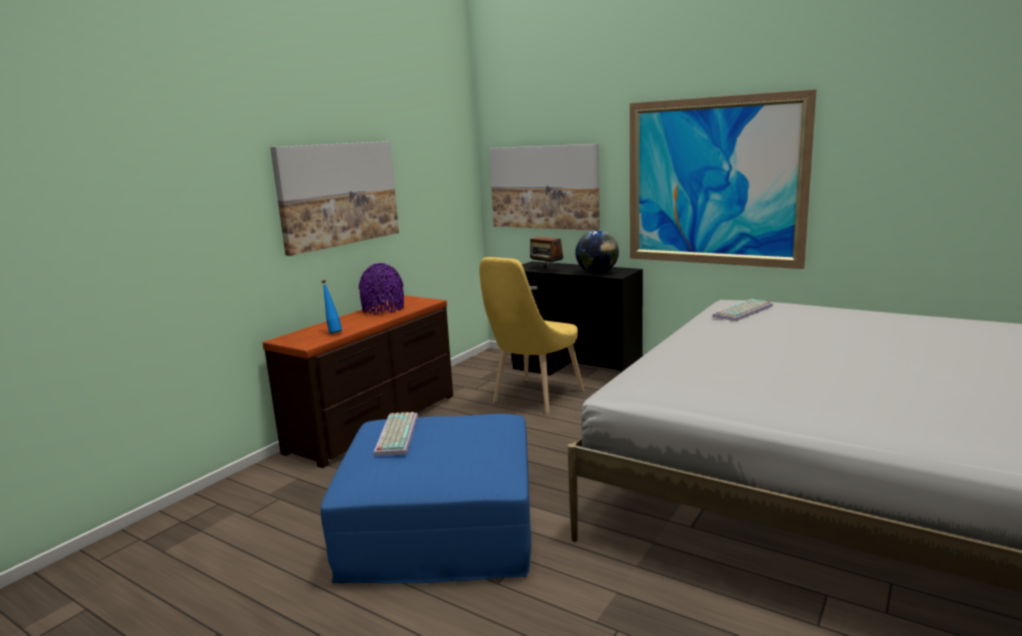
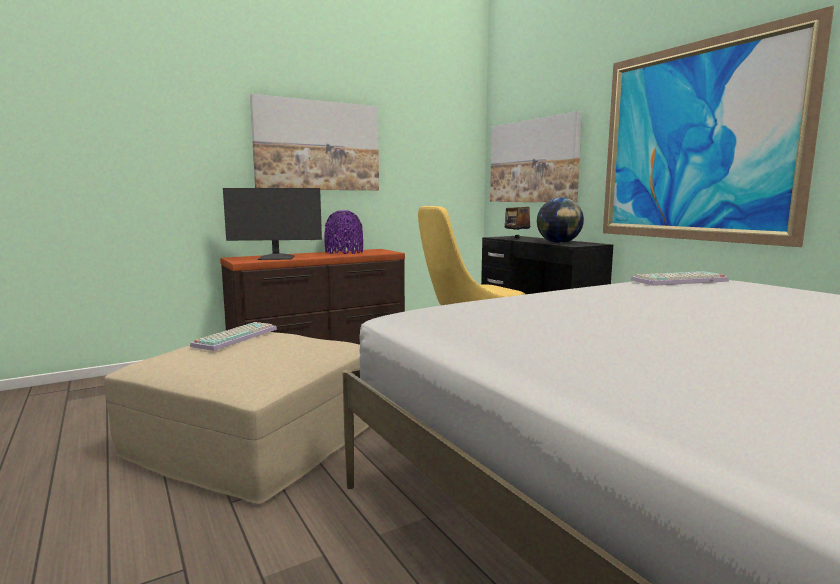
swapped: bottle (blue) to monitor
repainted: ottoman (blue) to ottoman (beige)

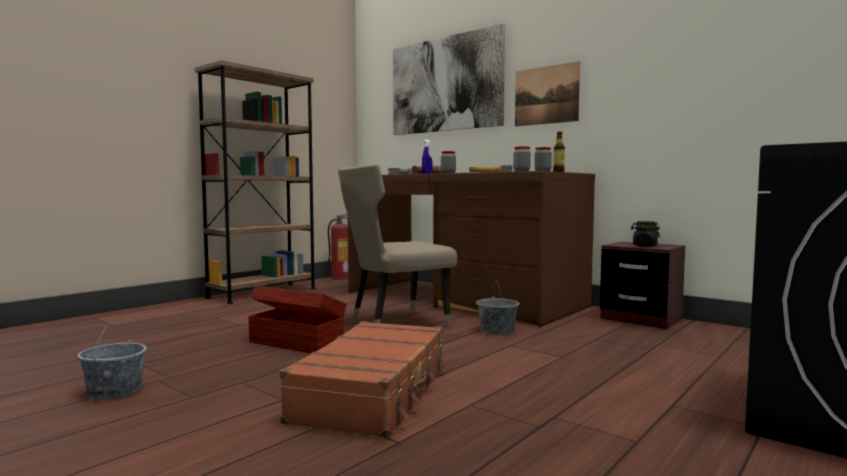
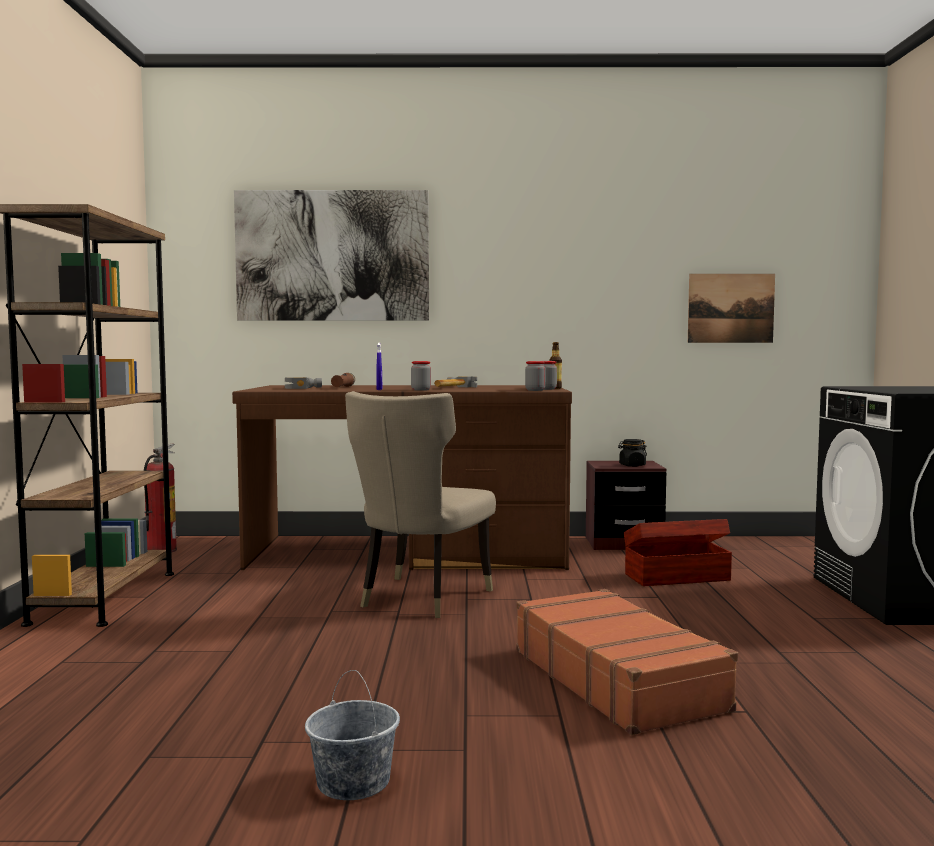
gone: bucket (grey) (no. 2 from left)
shifted: picture (no. 2 from left); storage box (brown)

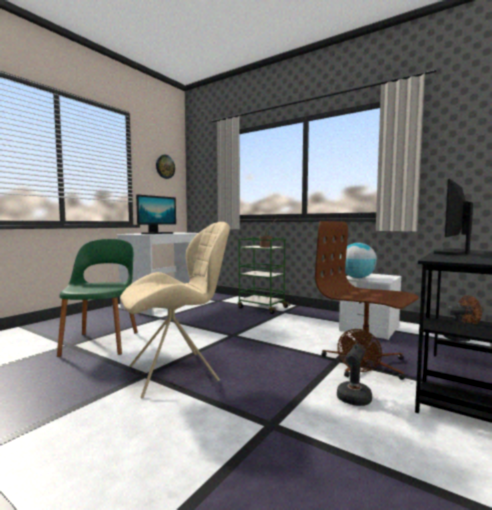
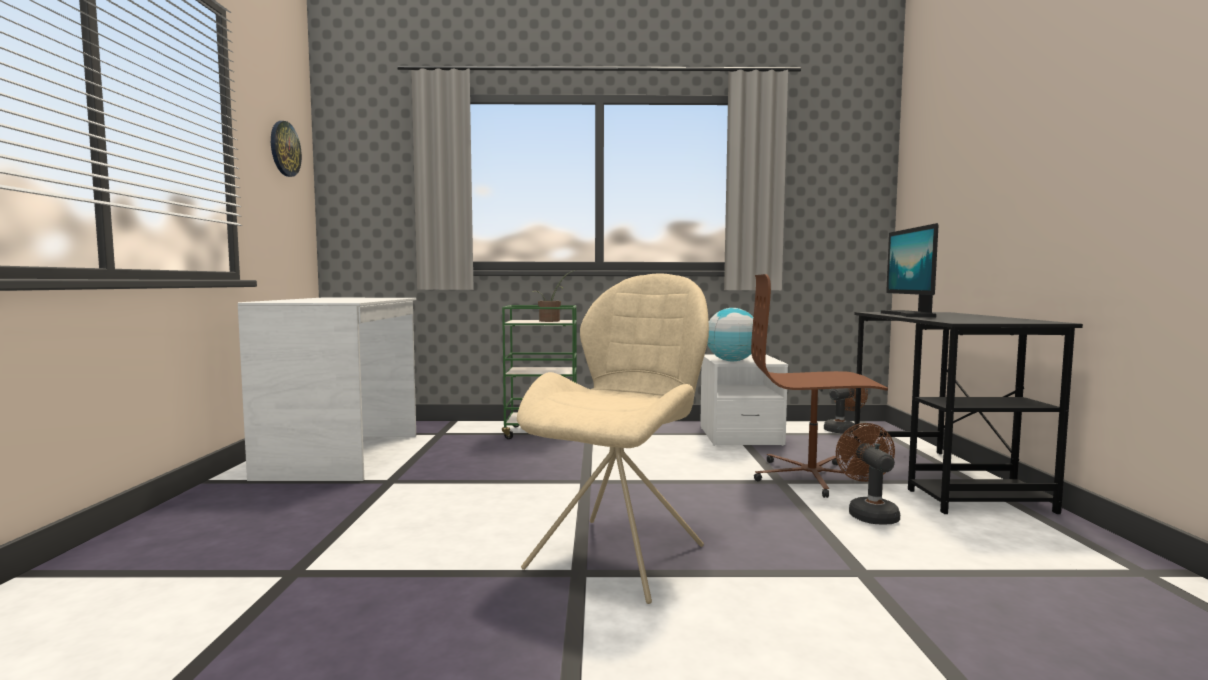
gone: monitor (no. 1 from left); chair (green)

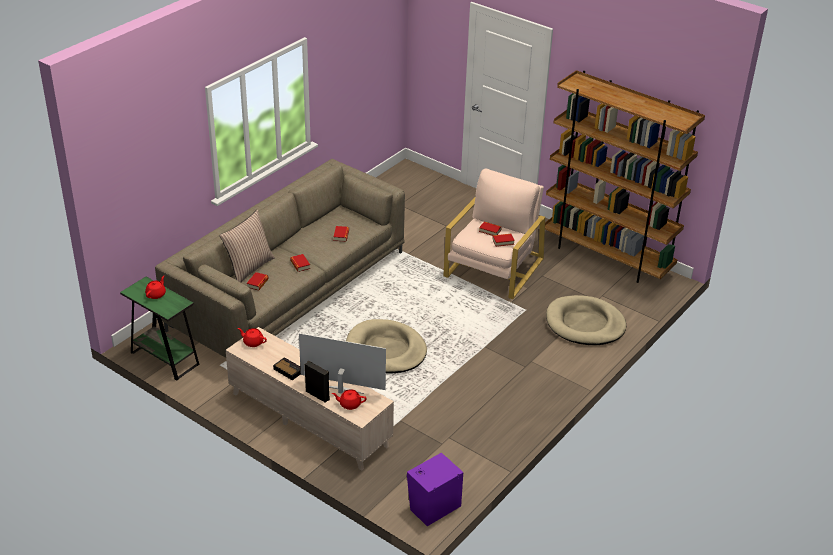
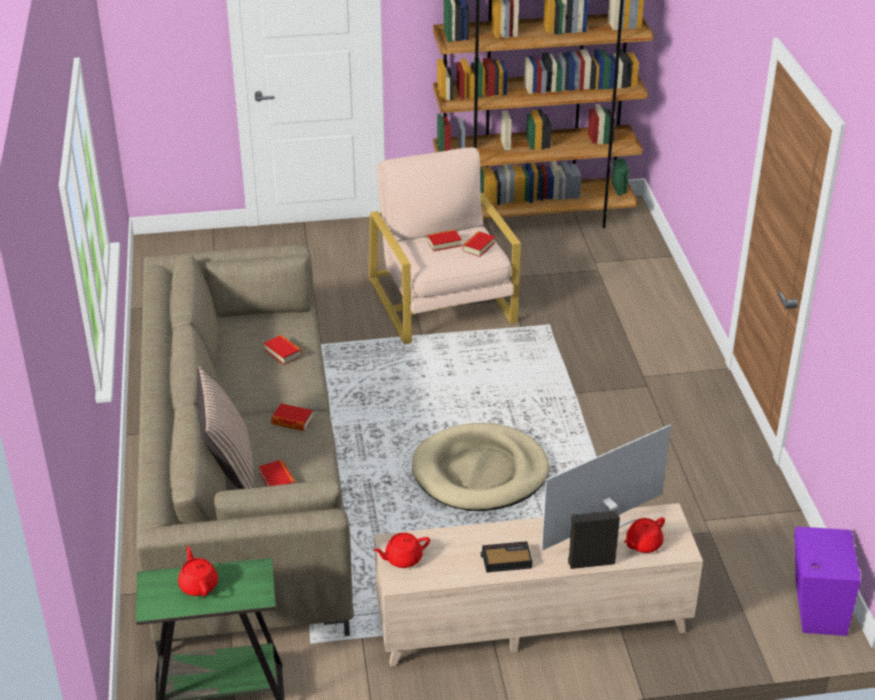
gone: dog bed (beige) (no. 2 from left)

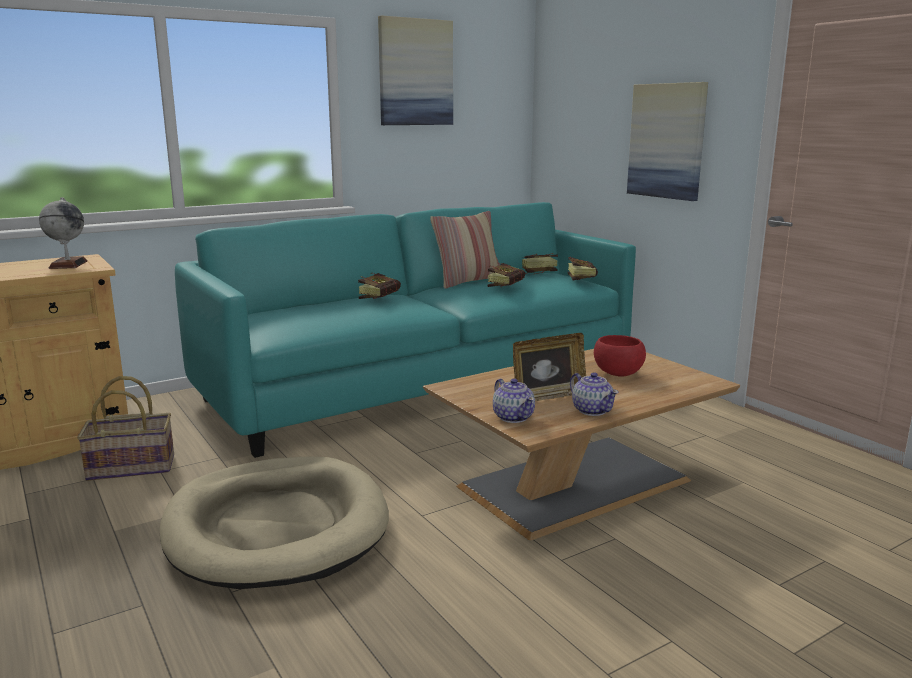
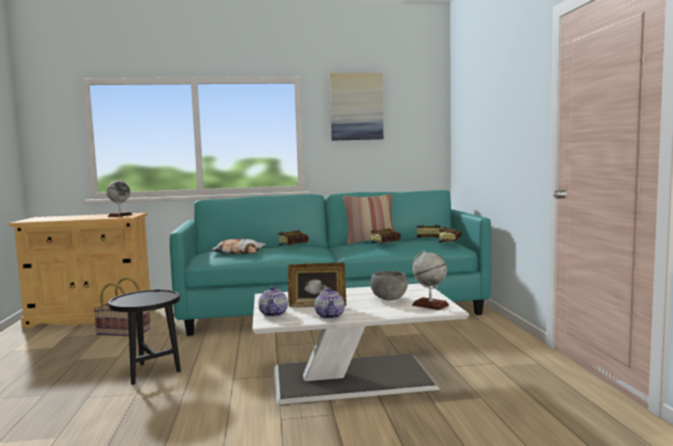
gone: picture (no. 2 from left)
new: pillow (no. 1 from left); globe (no. 2 from left)
swapped: dog bed (beige) to side table (black)
repainted: bowl (red) to bowl (grey); coffee table (brown) to coffee table (white)

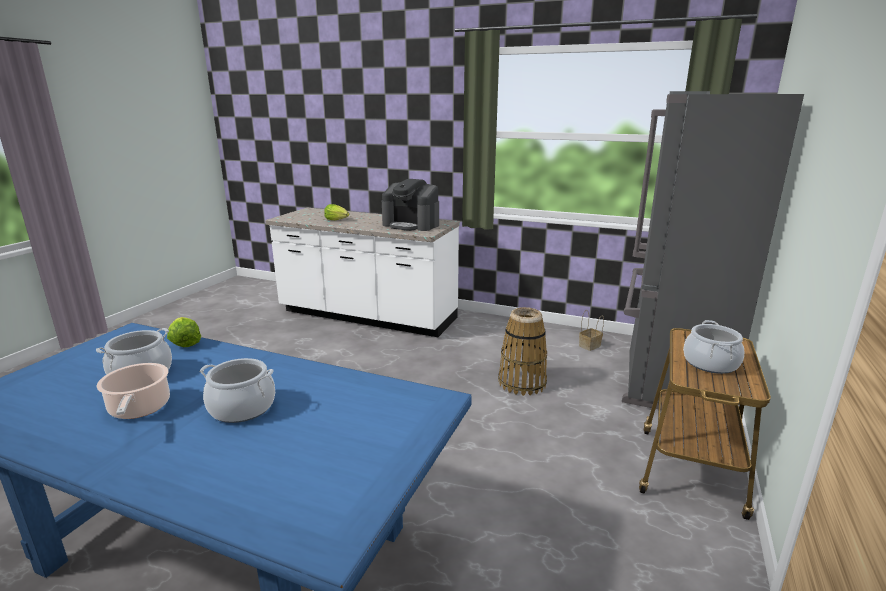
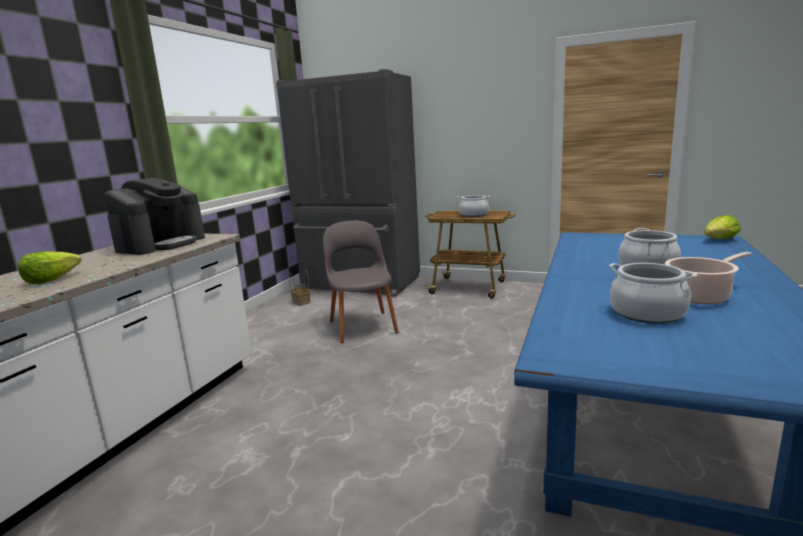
shifted: lettuce (no. 1 from left in the first image) to lettuce (no. 2 from left)
swapped: basket (no. 1 from left) to chair (grey)

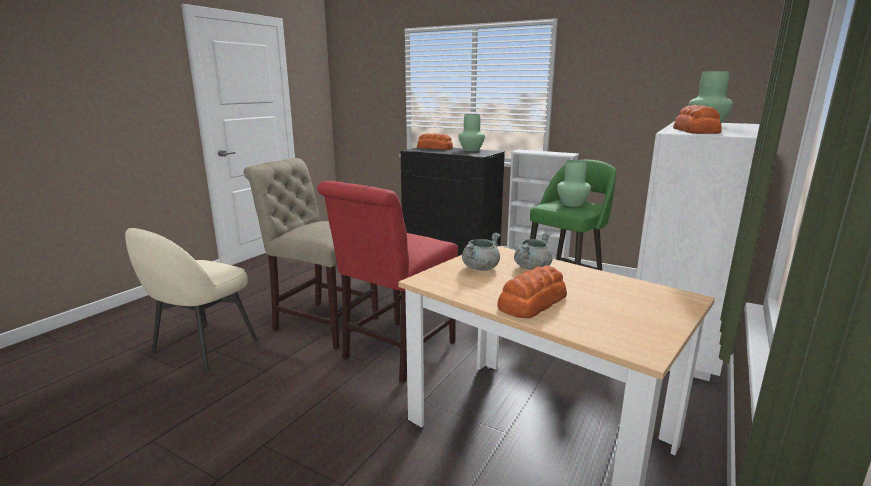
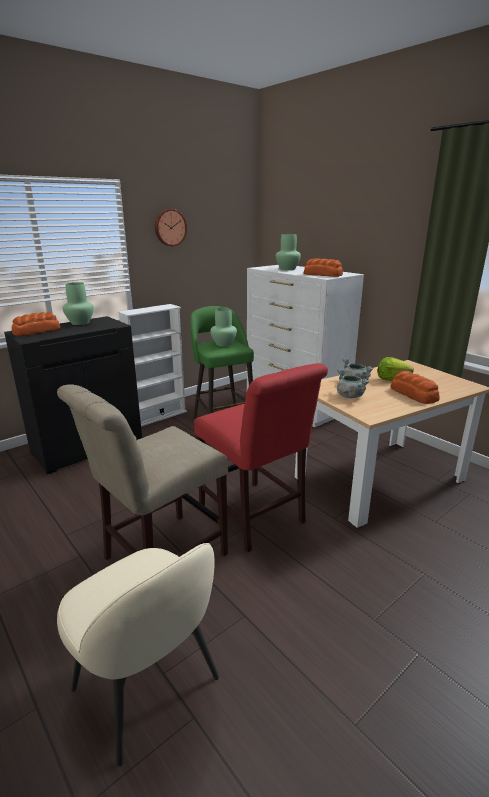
new: wall clock; lettuce

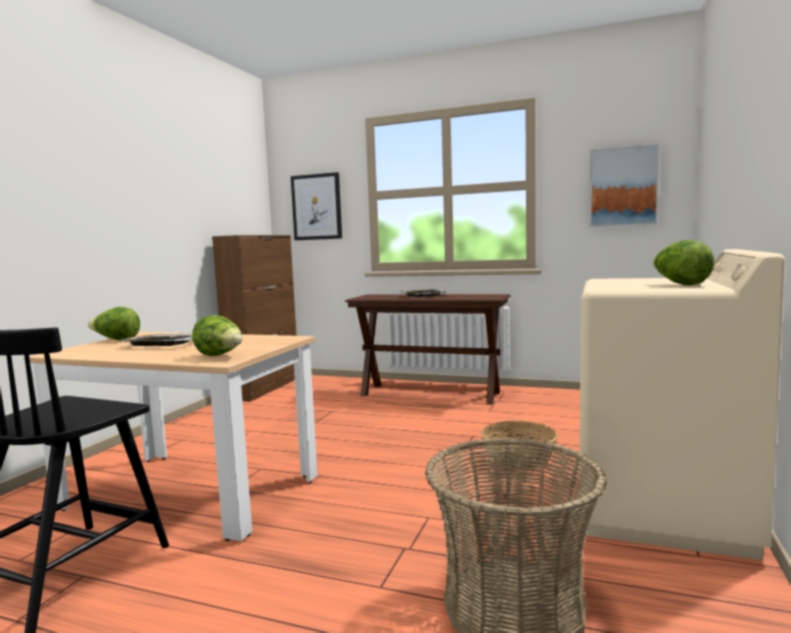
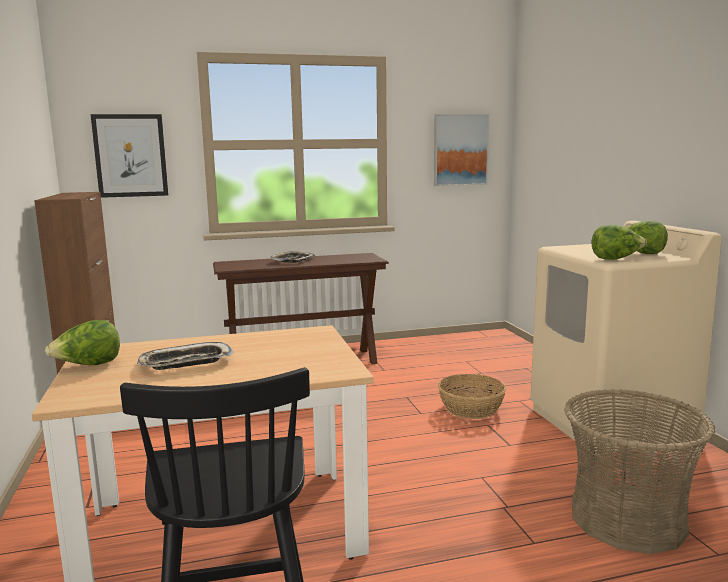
shifted: lettuce (no. 2 from left)

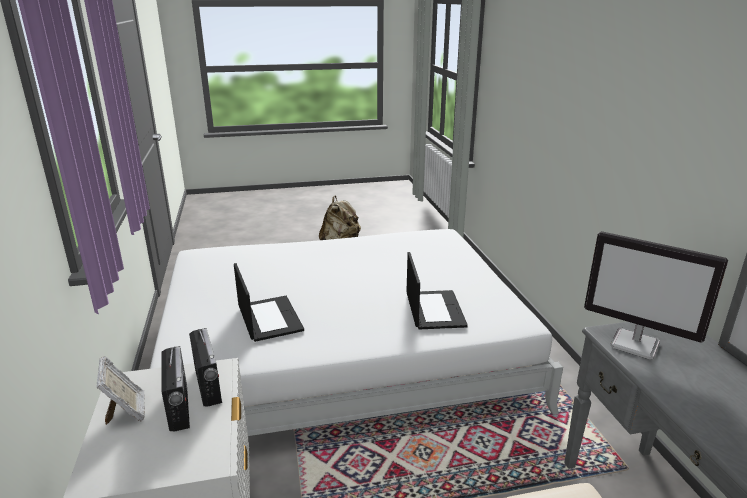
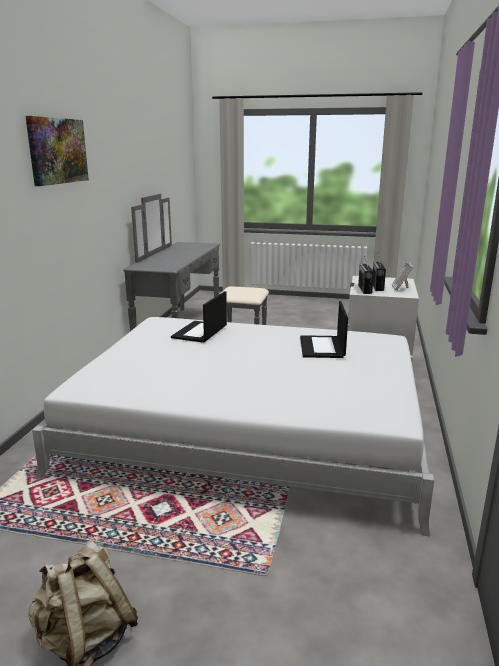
gone: monitor
new: picture

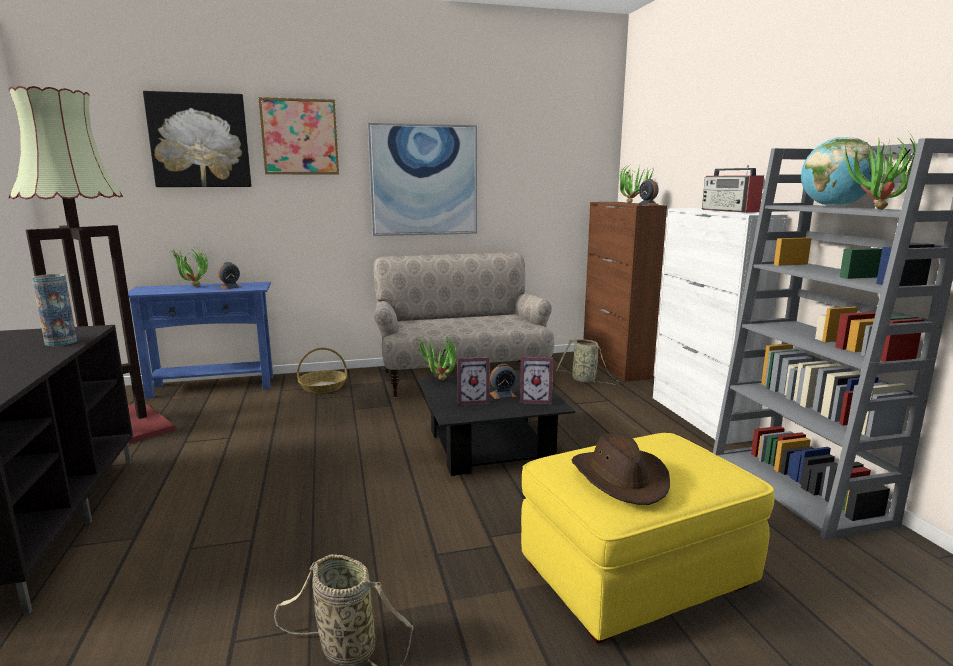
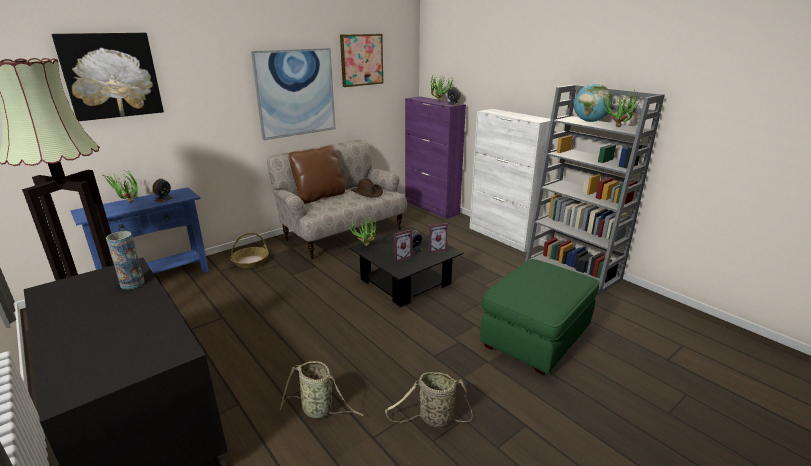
gone: radio
new: pillow (brown)
shifted: picture (no. 2 from left in the first image) to picture (no. 3 from left); basket (no. 3 from left in the first image) to basket (no. 2 from left); hat (brown)
repainted: cabinet (brown) to cabinet (purple); ottoman (yellow) to ottoman (green)

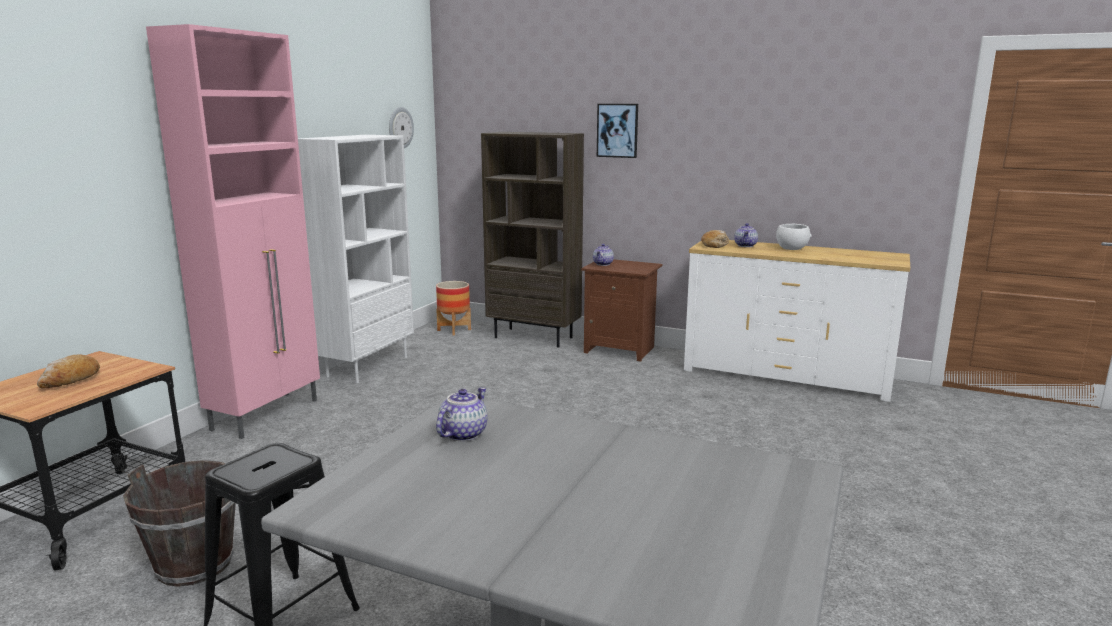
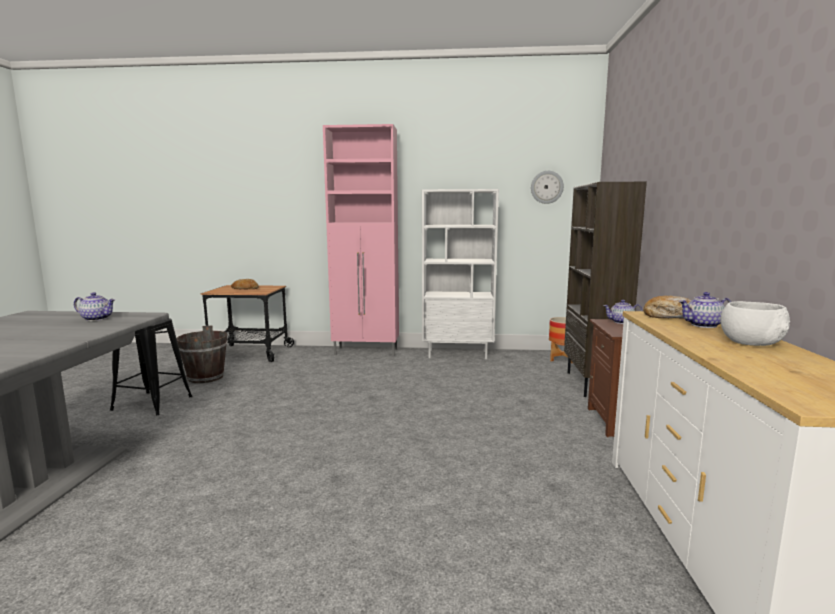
gone: picture

